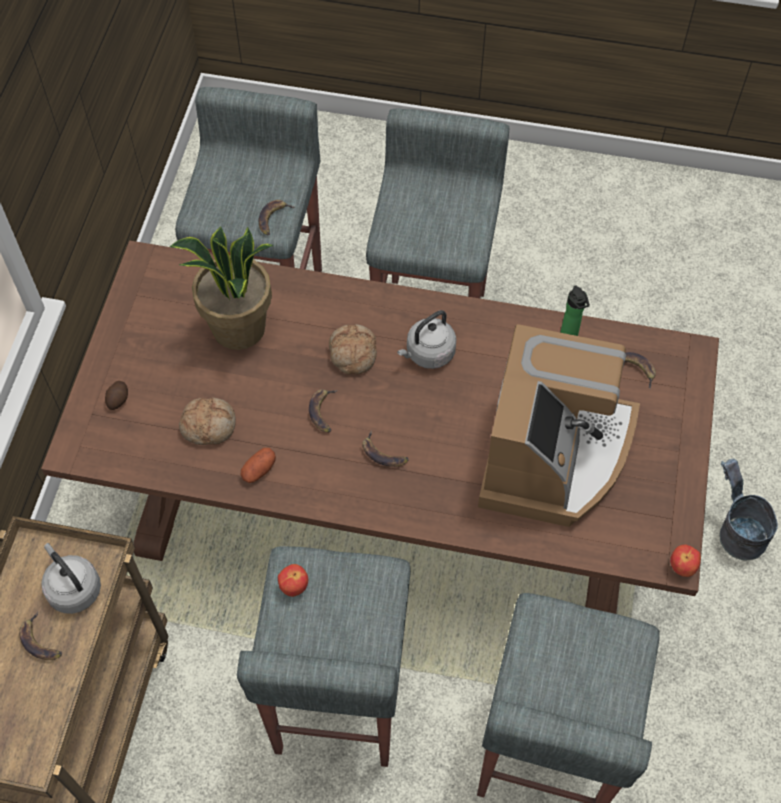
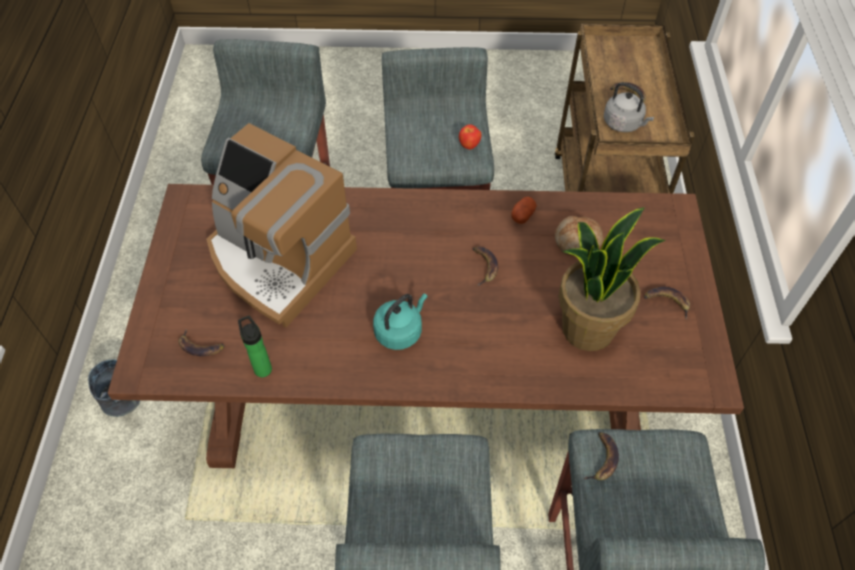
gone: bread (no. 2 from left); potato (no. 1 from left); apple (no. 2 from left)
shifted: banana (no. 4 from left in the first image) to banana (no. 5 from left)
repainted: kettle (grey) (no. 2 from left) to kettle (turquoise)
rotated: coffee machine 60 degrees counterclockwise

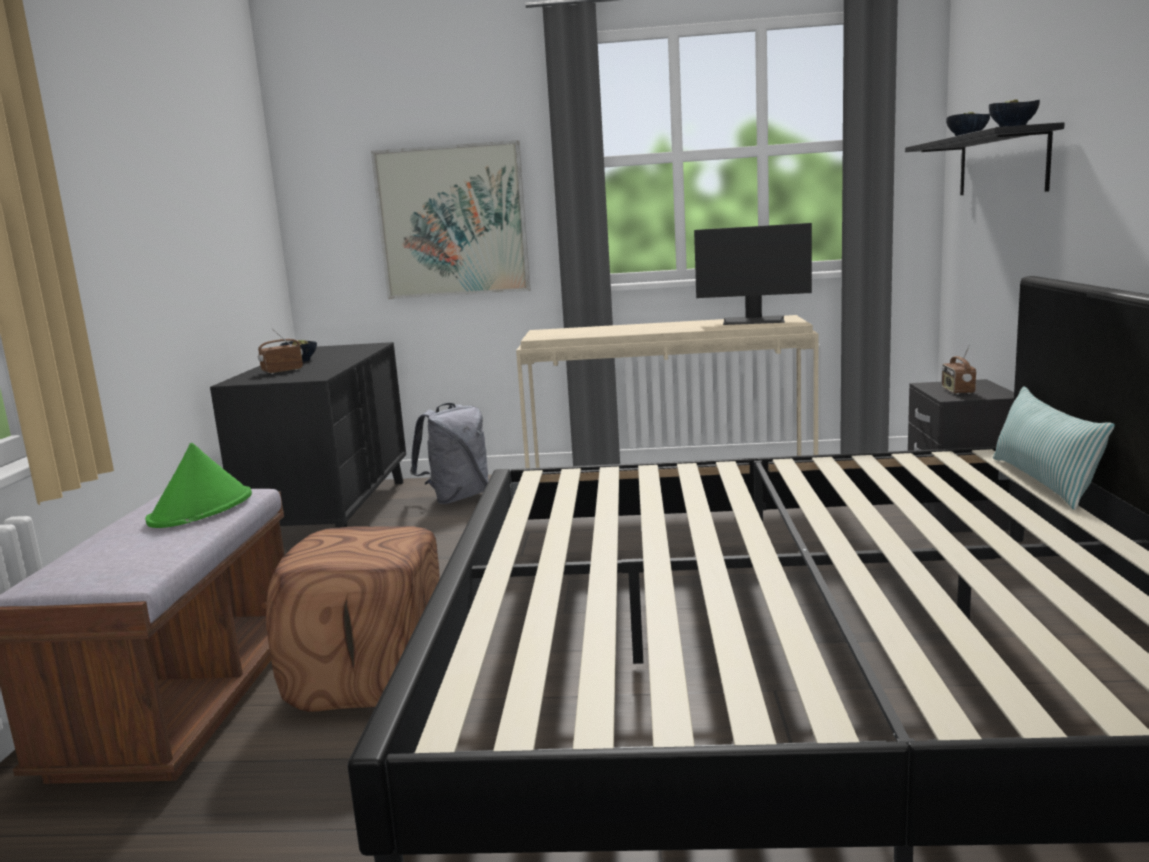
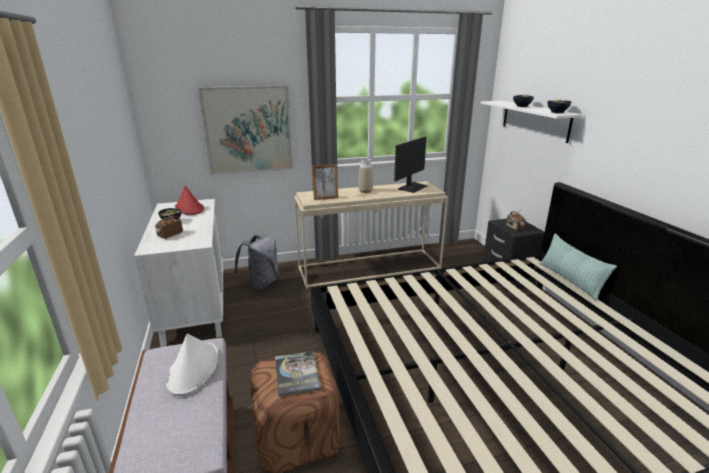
new: vase; picture frame; hat (red); book
repainted: shelf (black) to shelf (white); dresser (black) to dresser (white); hat (green) to hat (white)
rotated: monitor 45 degrees counterclockwise

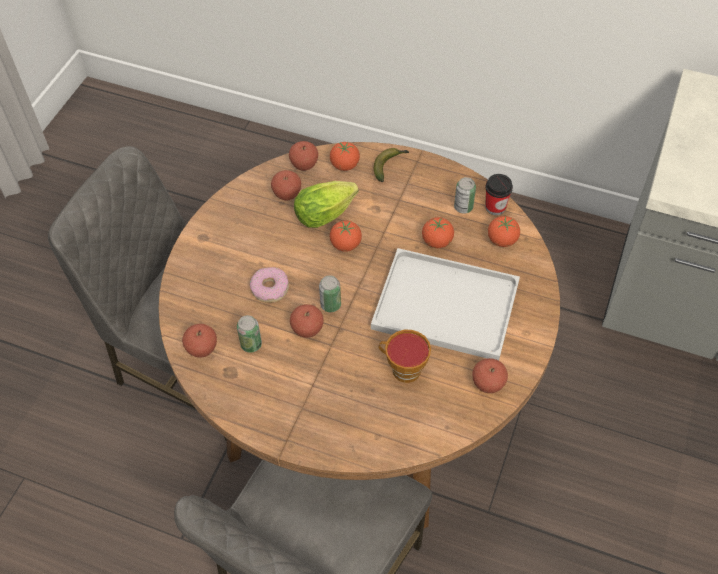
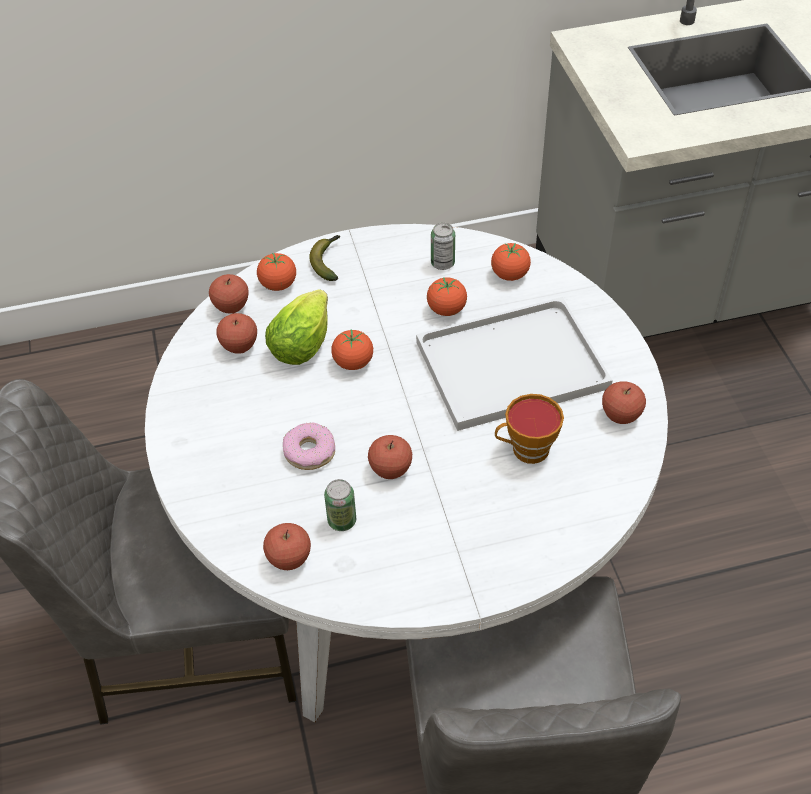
gone: cup (no. 2 from left); can (no. 2 from left)
repainted: dining table (brown) to dining table (white)

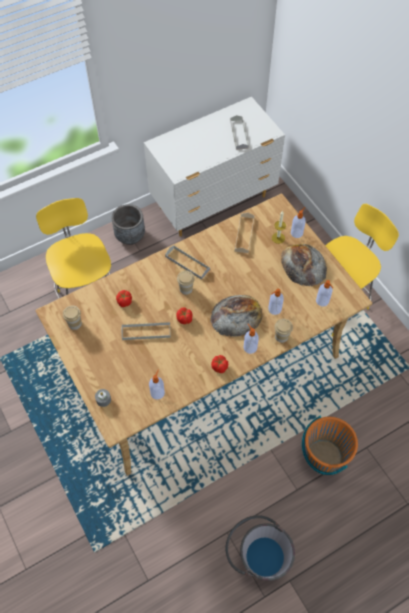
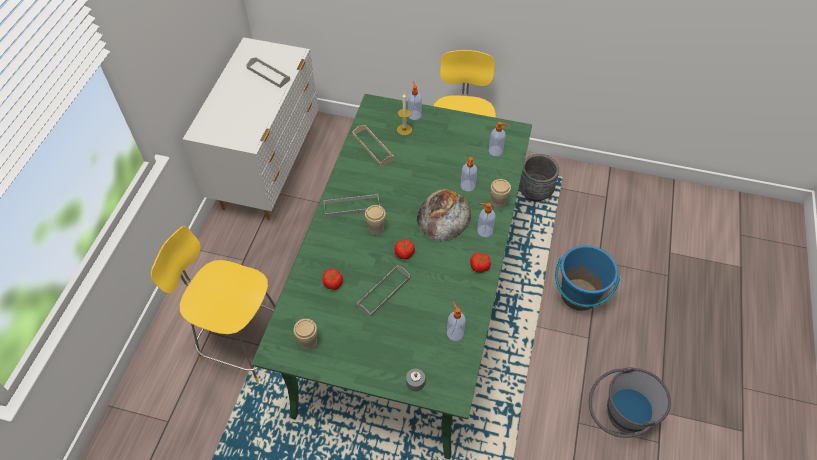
gone: bread (no. 2 from left)
shifted: planter (grey)
repainted: dining table (beige) to dining table (green); bucket (orange) to bucket (blue)

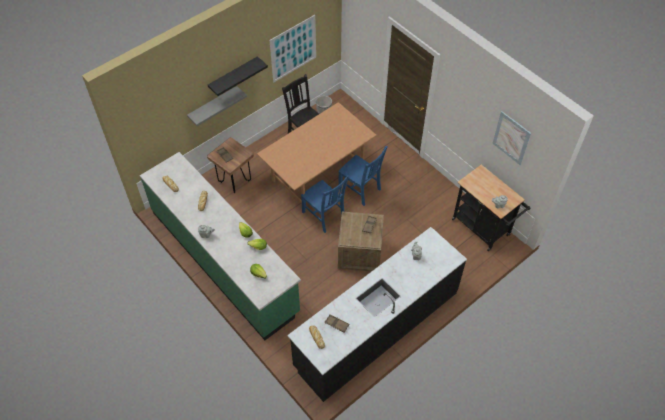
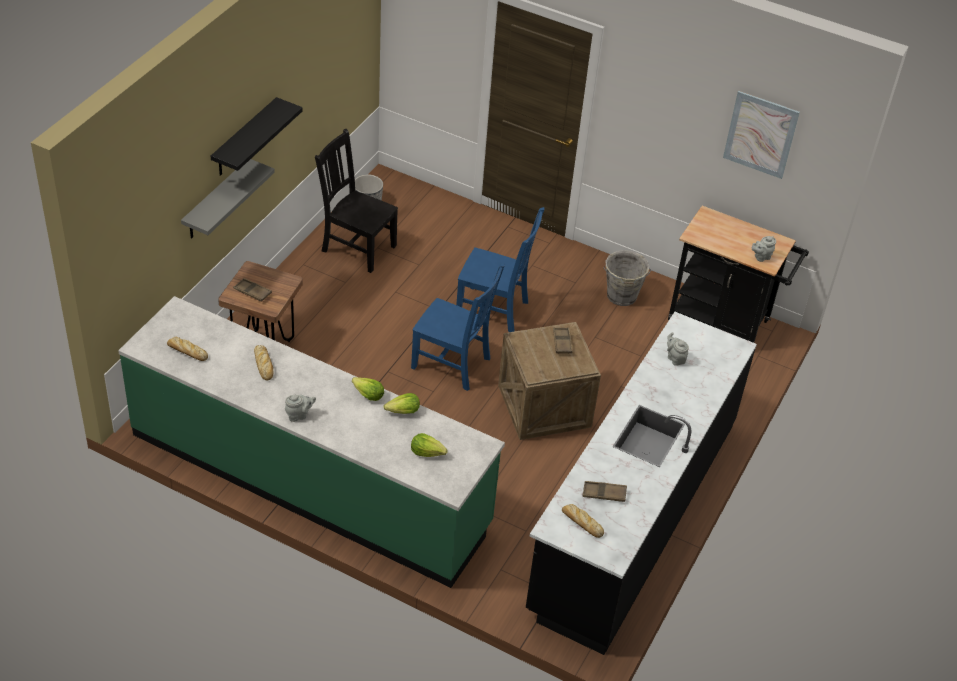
gone: picture (no. 1 from left); dining table (brown)
new: bucket (grey)

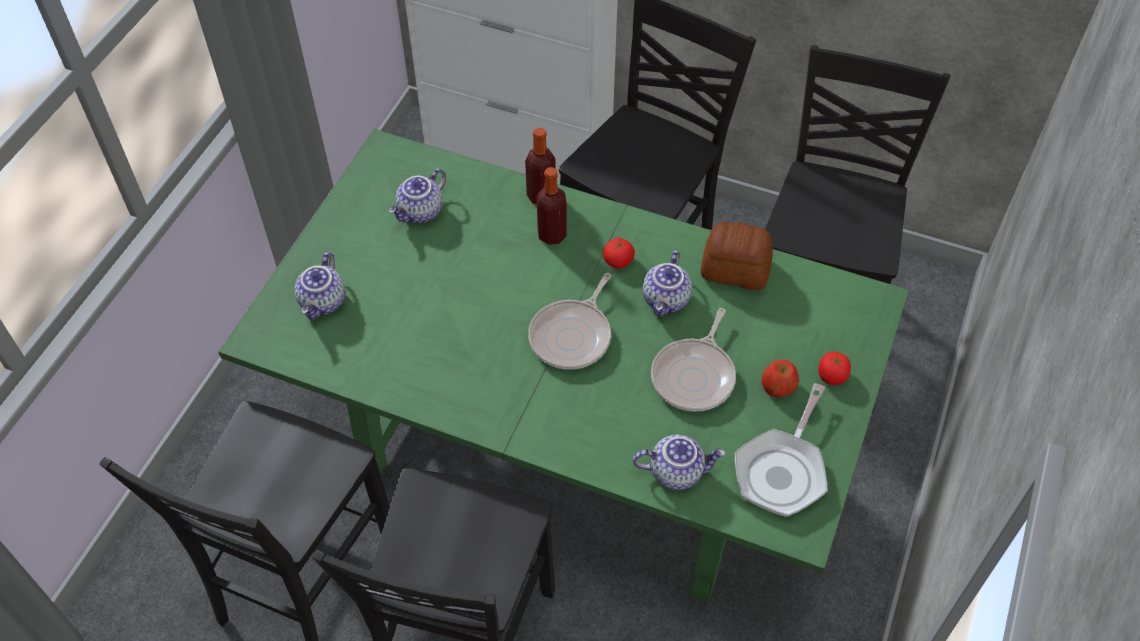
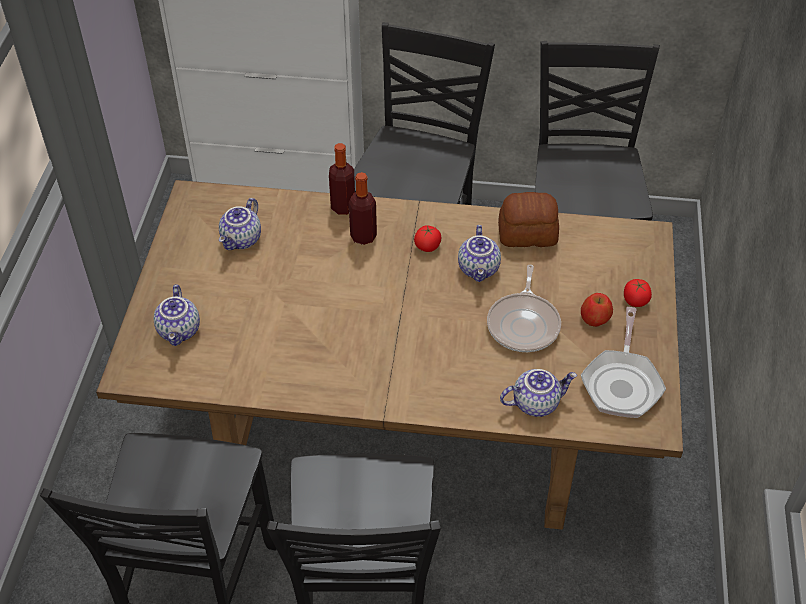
gone: frying pan (no. 1 from left)
repainted: dining table (green) to dining table (brown)

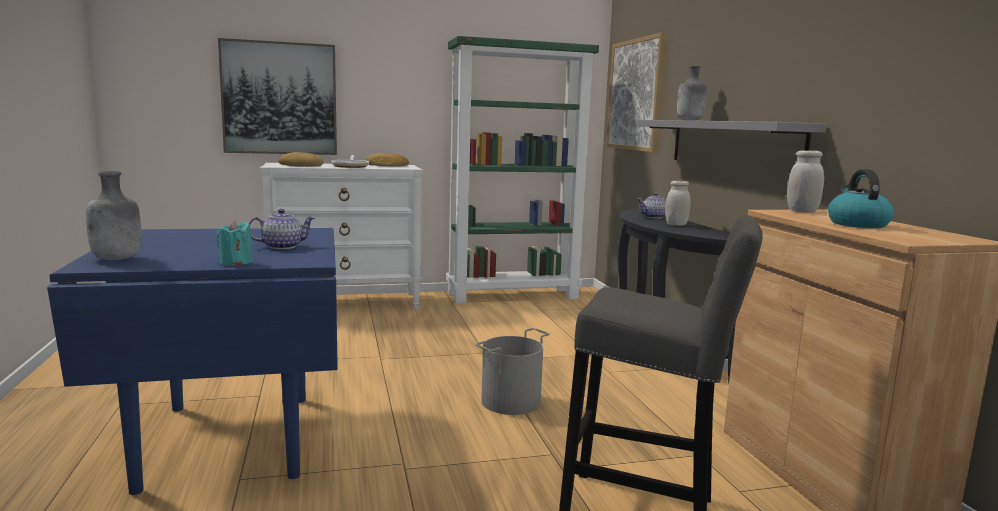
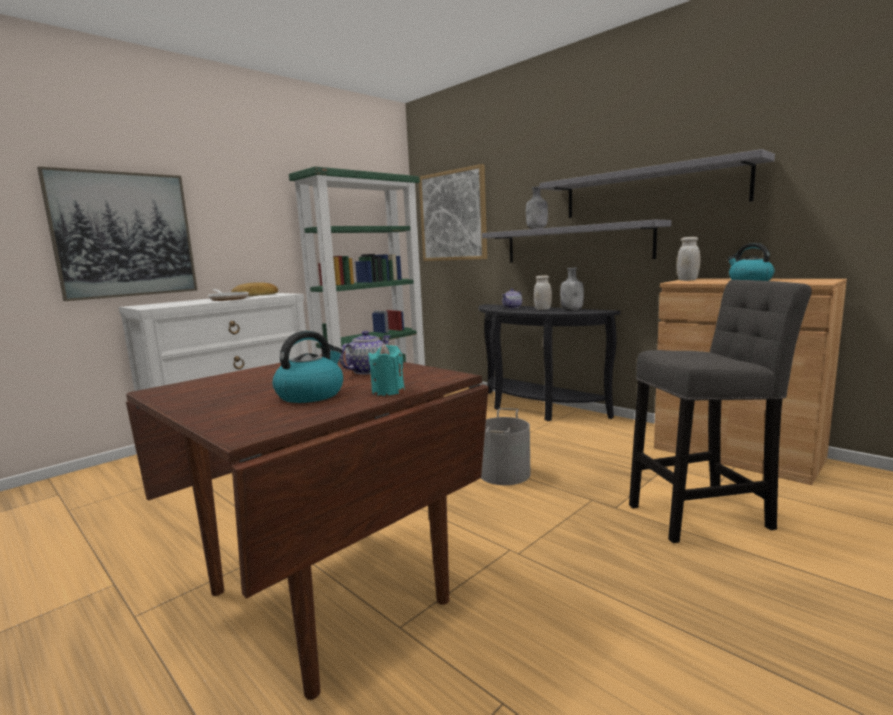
gone: bread (no. 1 from left)
new: shelf (grey) (no. 2 from left); kettle (no. 1 from left)
shifted: bottle (grey) (no. 1 from left in the first image) to bottle (grey) (no. 2 from left)
repainted: dining table (blue) to dining table (brown)

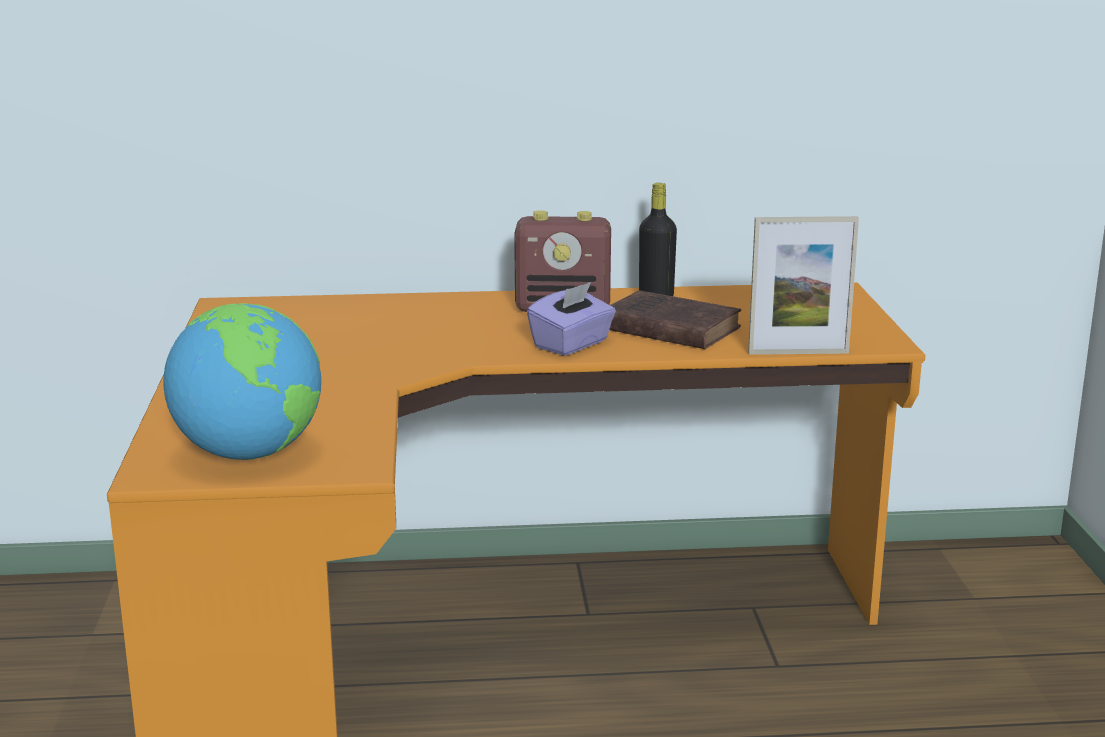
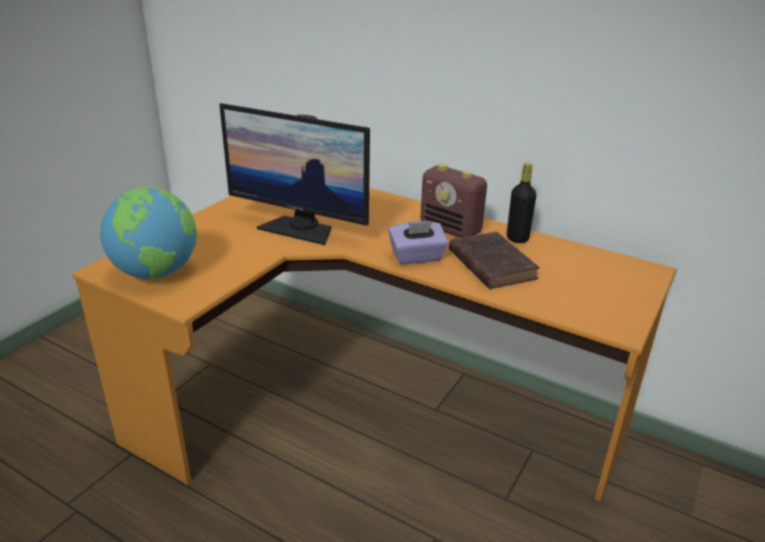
gone: picture frame
new: monitor

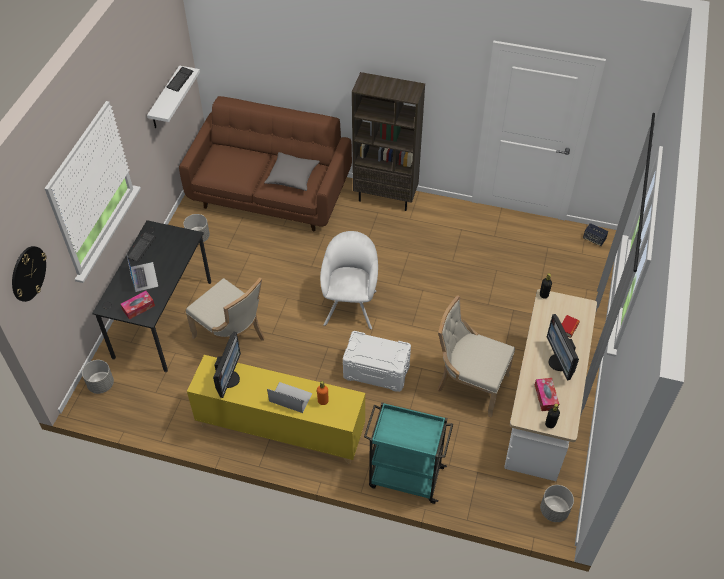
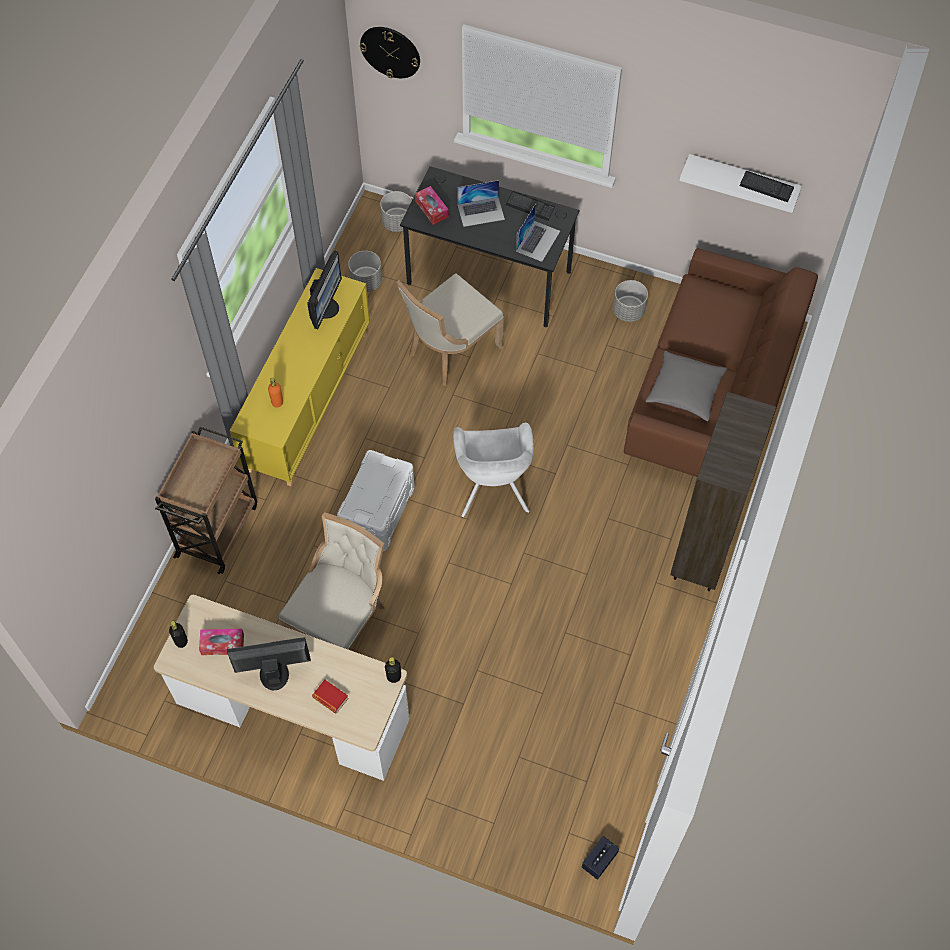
shifted: laptop (no. 2 from left); planter (grey) (no. 3 from left in the first image) to planter (grey) (no. 1 from left)
repainted: cart (turquoise) to cart (brown)
rotated: armchair (white) 75 degrees clockwise; monitor (no. 1 from left in the first image) 90 degrees counterclockwise

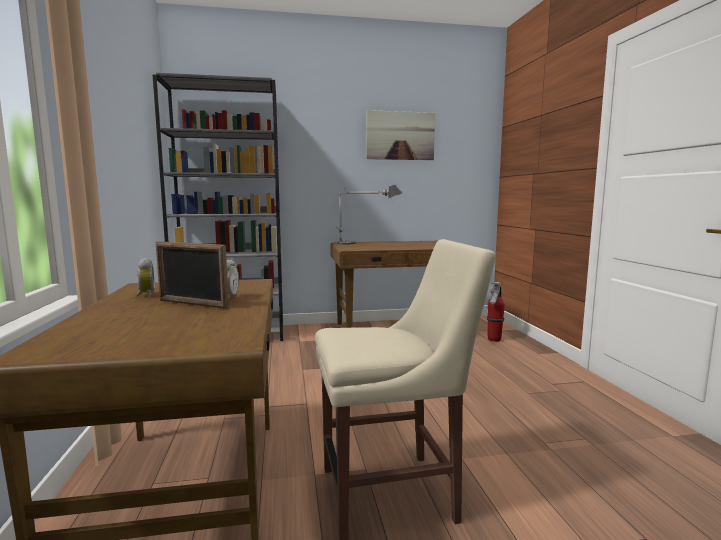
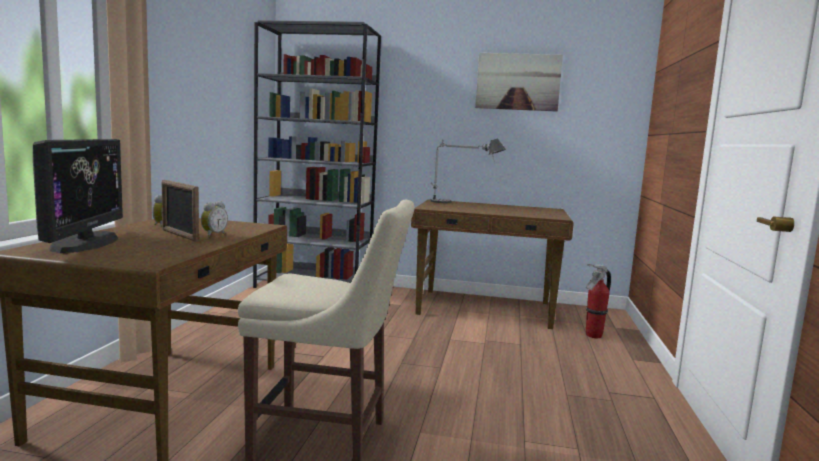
new: monitor

